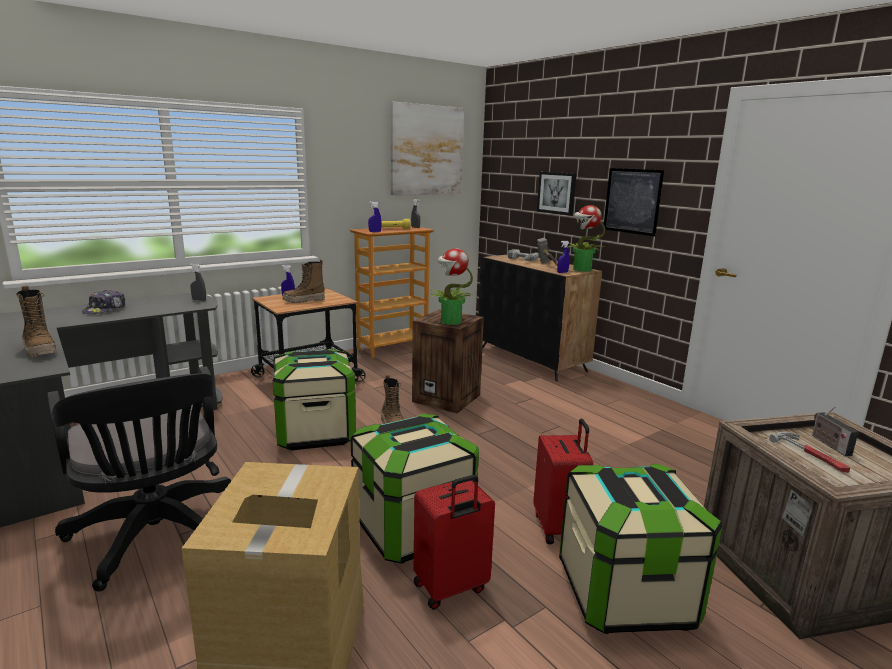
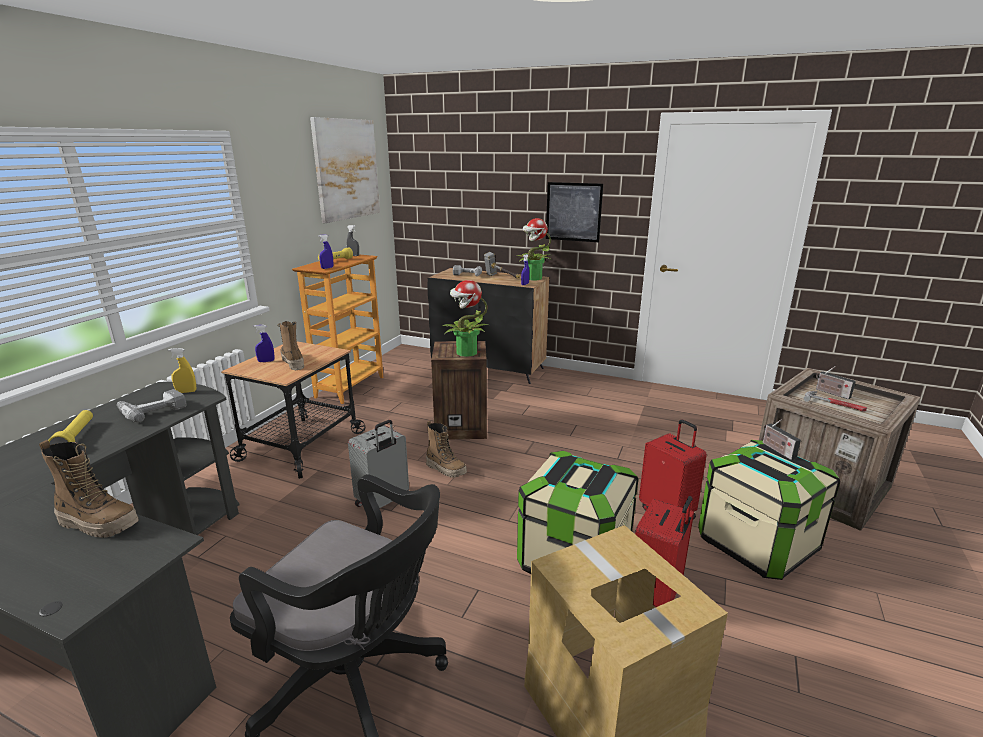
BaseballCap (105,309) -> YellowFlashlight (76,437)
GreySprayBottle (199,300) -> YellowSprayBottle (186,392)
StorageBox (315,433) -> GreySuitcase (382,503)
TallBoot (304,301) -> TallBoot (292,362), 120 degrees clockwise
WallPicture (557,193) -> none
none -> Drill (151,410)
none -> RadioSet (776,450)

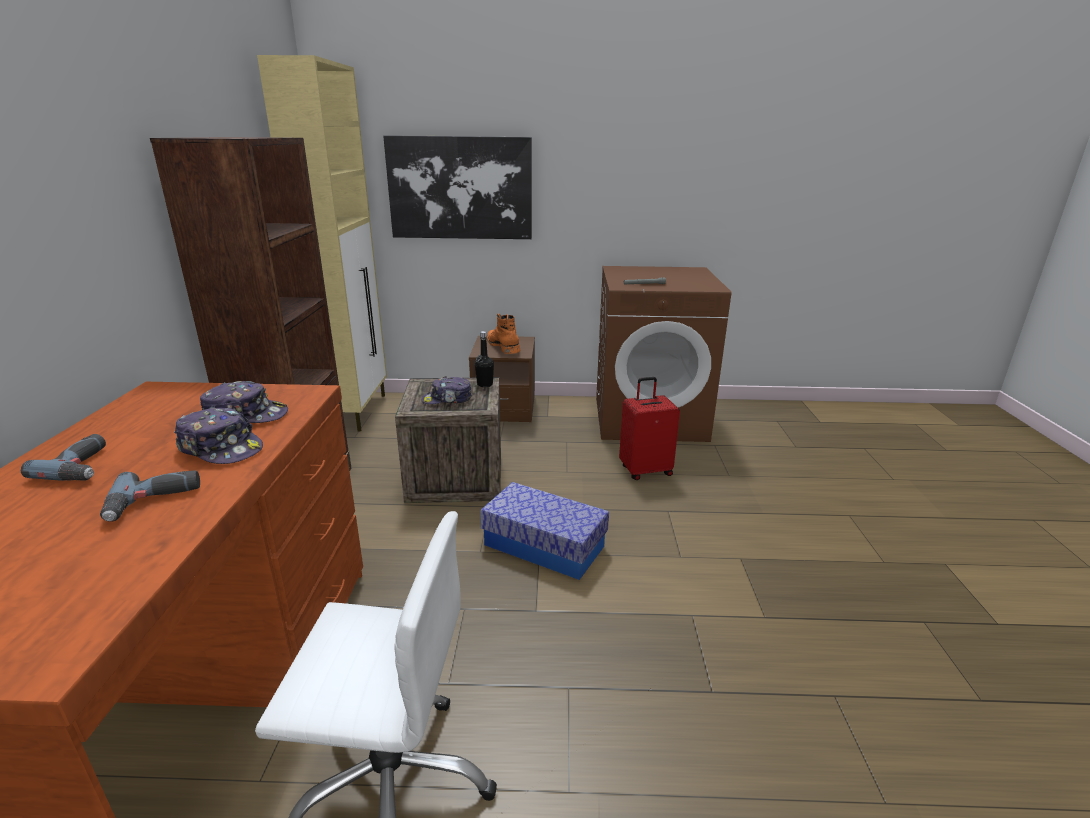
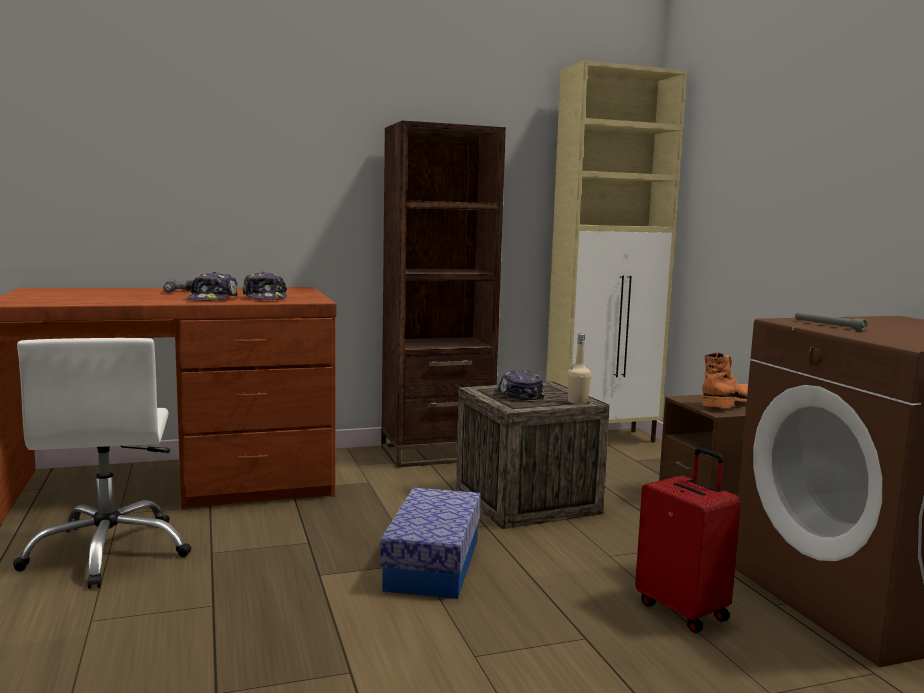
Drill (154,501) -> none
WallPicture (460,188) -> none
BlackishBeverageBottle (485,384) -> SandColouredBeverageBottle (577,402)

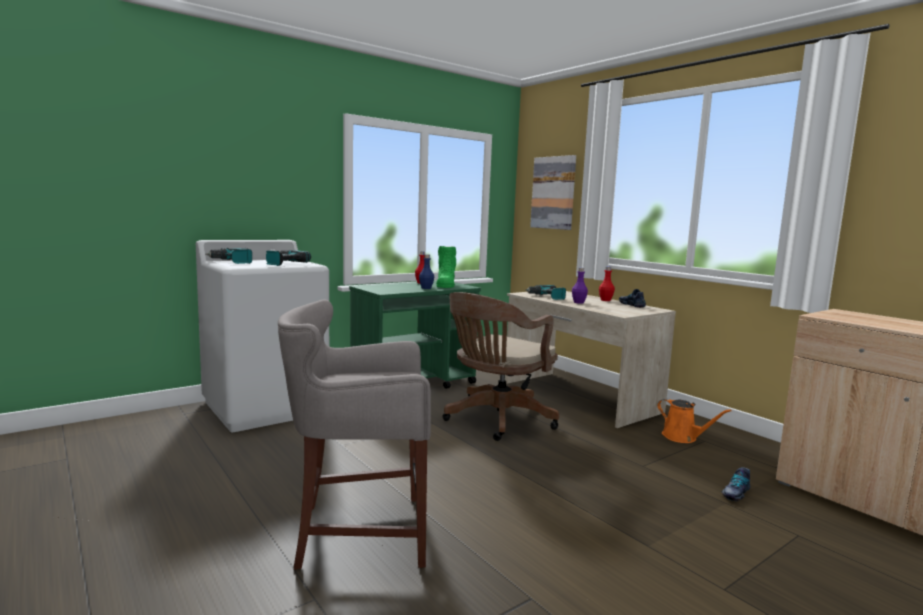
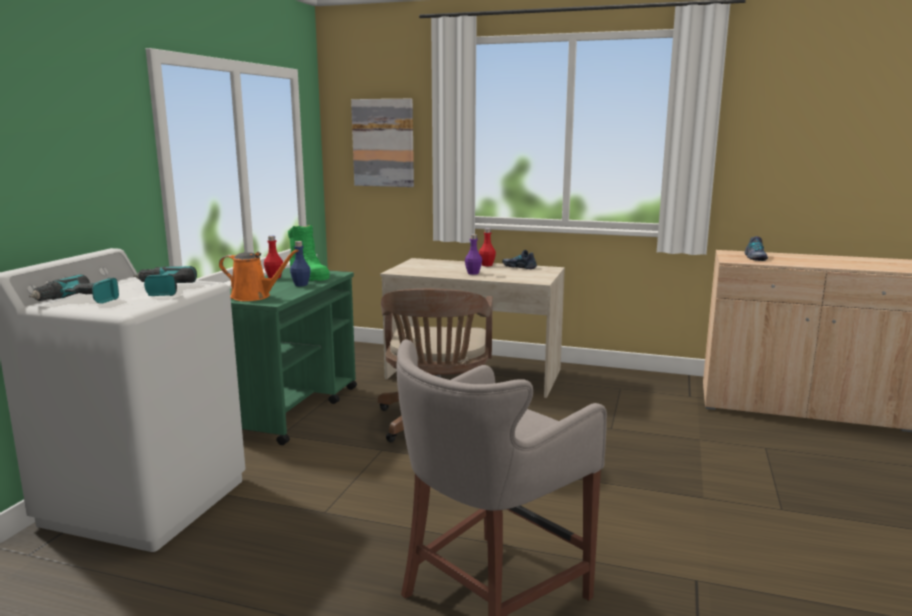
Drill (546,297) -> none
OrangeWateringPot (682,437) -> OrangeWateringPot (254,296), move
ItemOfFootwear (735,492) -> ItemOfFootwear (755,257), move

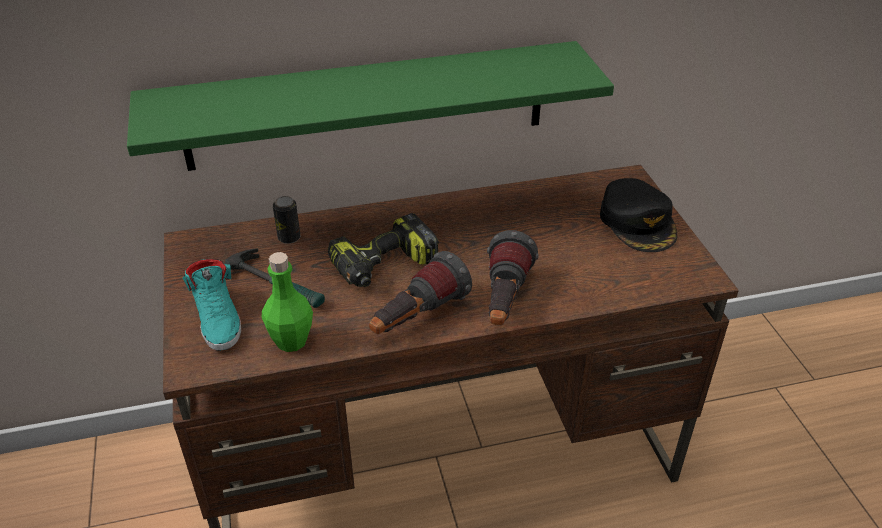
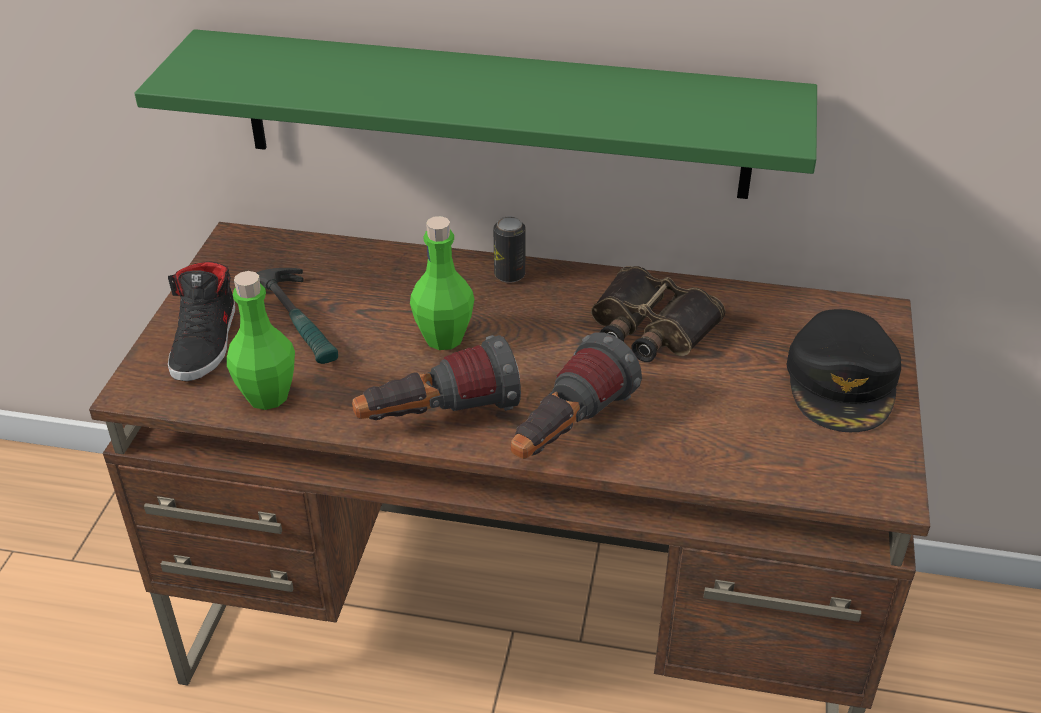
BlueGreenItemOfFootwear (218,318) -> BlackishItemOfFootwear (206,341)
SealedCan (289,237) -> SealedCan (509,275), move
Drill (384,266) -> GreenishBeverageBottle (444,338)
none -> FieldGlasses (649,328)

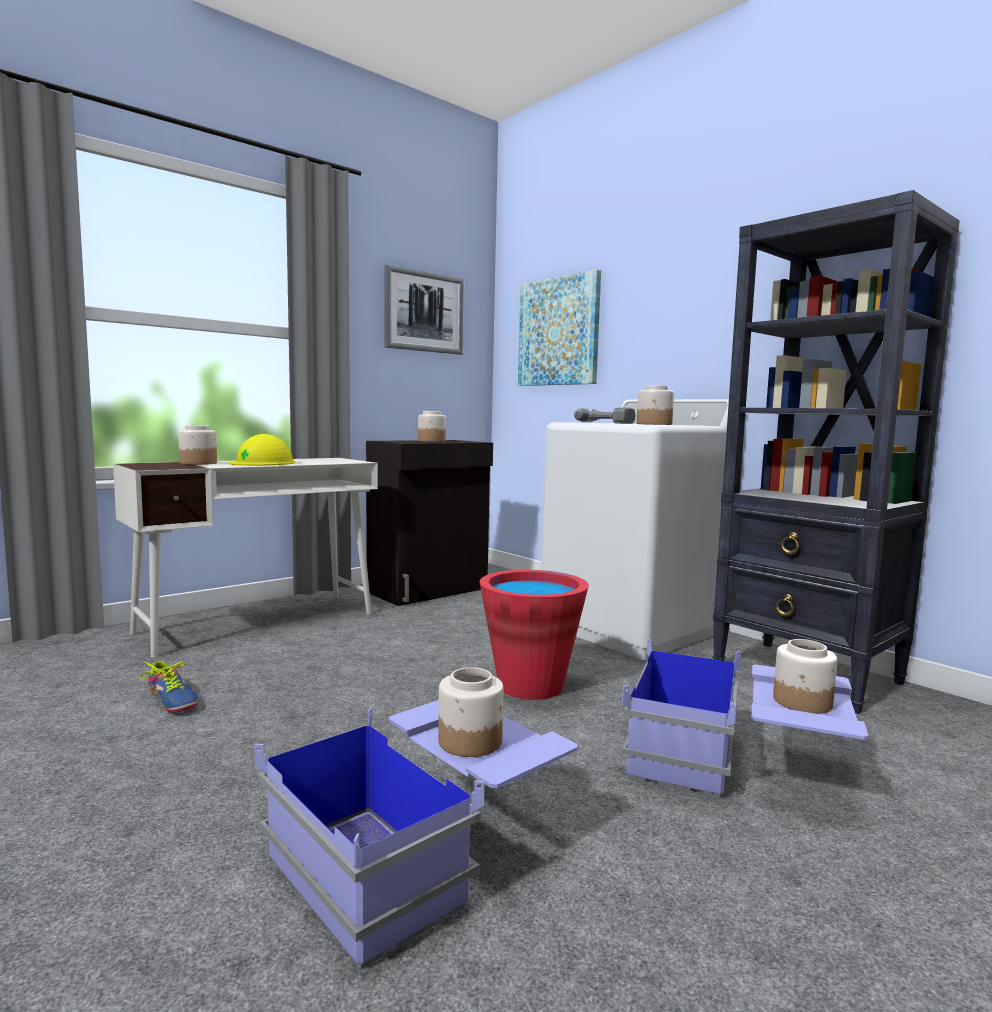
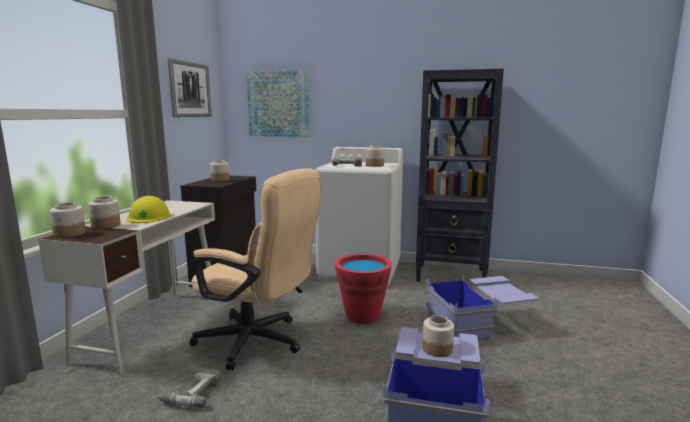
ItemOfFootwear (173,700) -> Drill (191,393)
PreserveJar (802,702) -> PreserveJar (69,234), move
none -> SandColouredComputerChair (258,342)

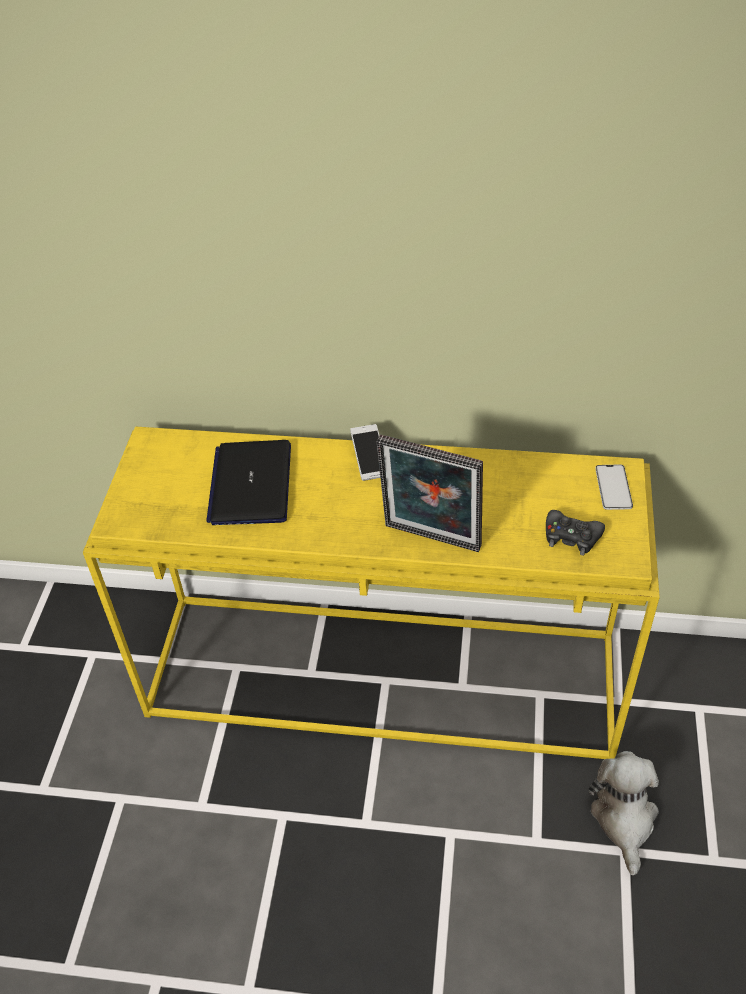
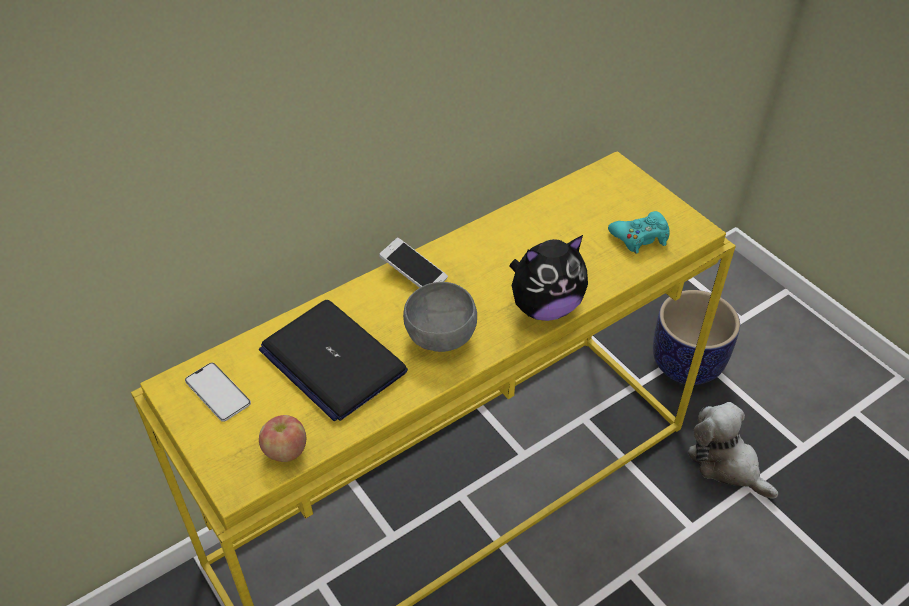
PhotoFrame (430,540) -> PlushToy (545,307)
BlackishGameController (571,537) -> BlueGreenGameController (640,237)
Handset (613,487) -> Handset (217,392), move
none -> Apple (285,450)
none -> GreyDeepDish (440,337)
none -> PlantPot (687,363)

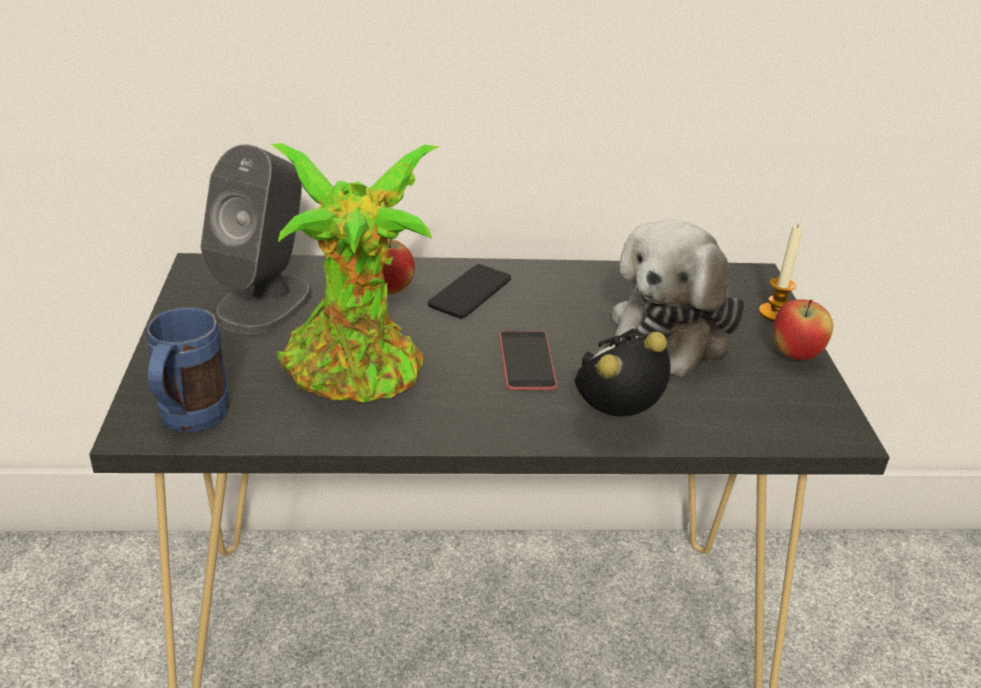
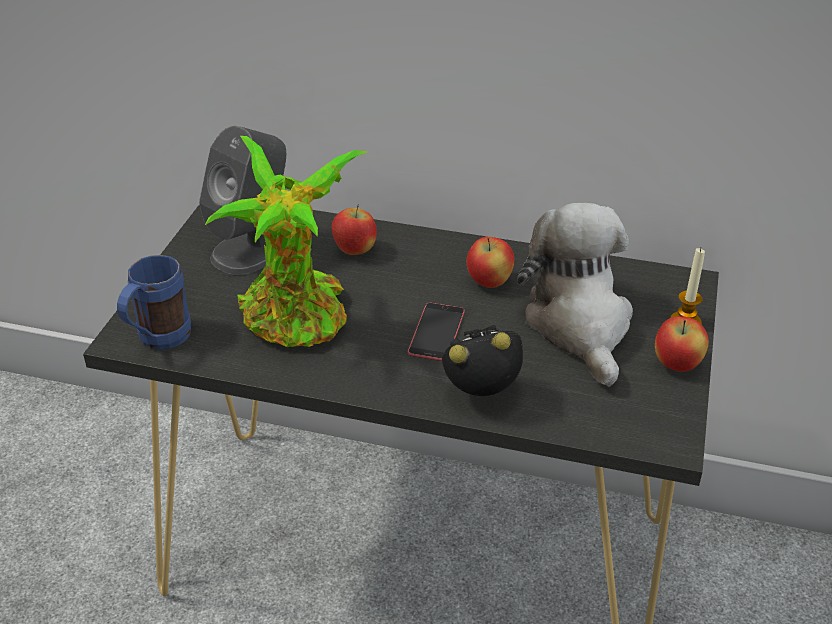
Handset (470,292) -> none
PlushToy (674,331) -> PlushToy (579,325), 120 degrees clockwise
none -> Apple (489,282)

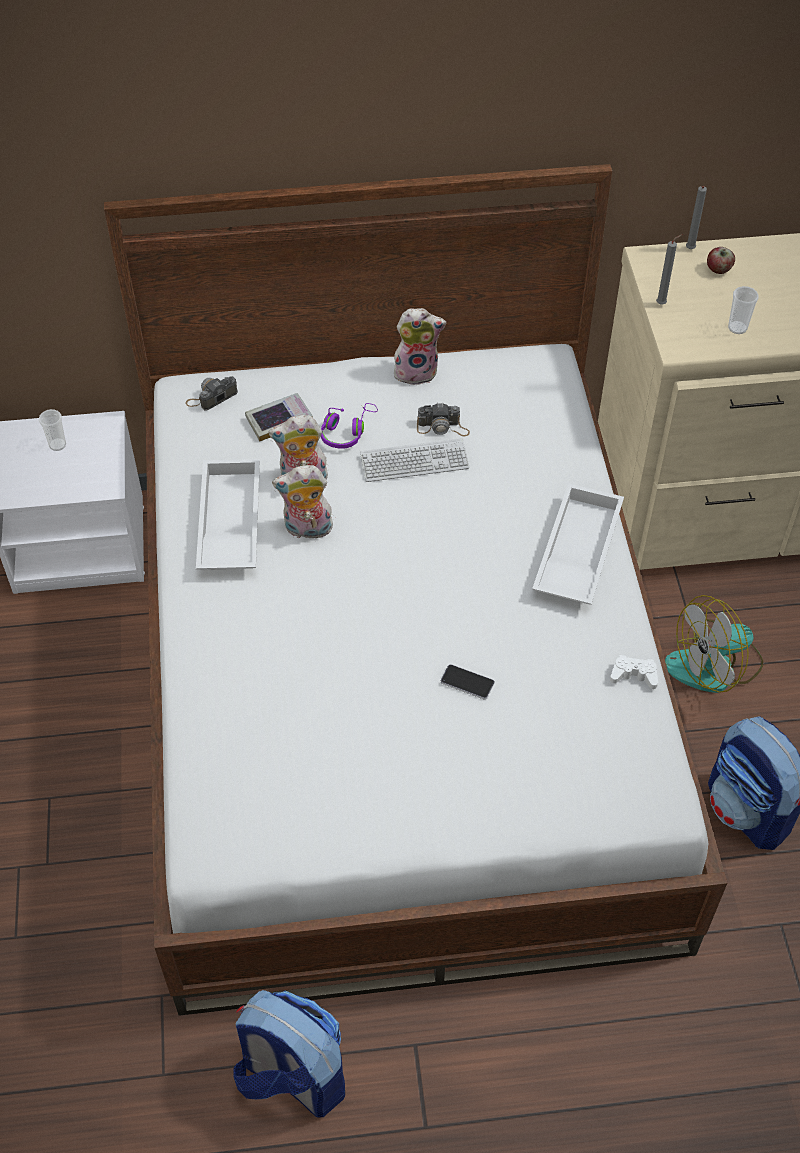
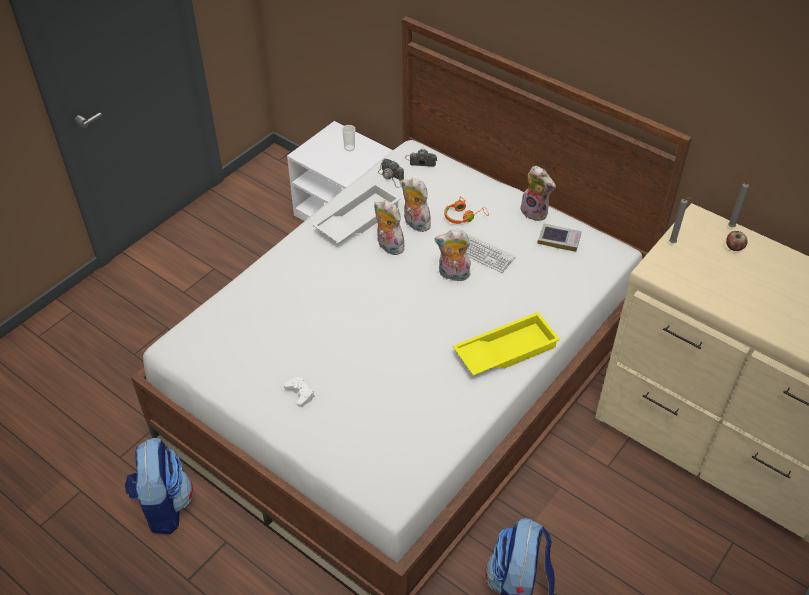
Volume (279,420) -> Volume (559,240), move
PurplePairOfHeadphones (346,431) -> OrangePairOfHeadphones (463,216)
StillCamera (443,427) -> StillCamera (391,177), move
Handset (467,682) -> none
WhiteCarryingTray (575,552) -> YellowCarryingTray (505,349)
WhiteGameController (633,675) -> WhiteGameController (300,393), move
CoolingFan (714,665) -> none
DrinkingCup (737,328) -> none
none -> PlushToy (453,275)

